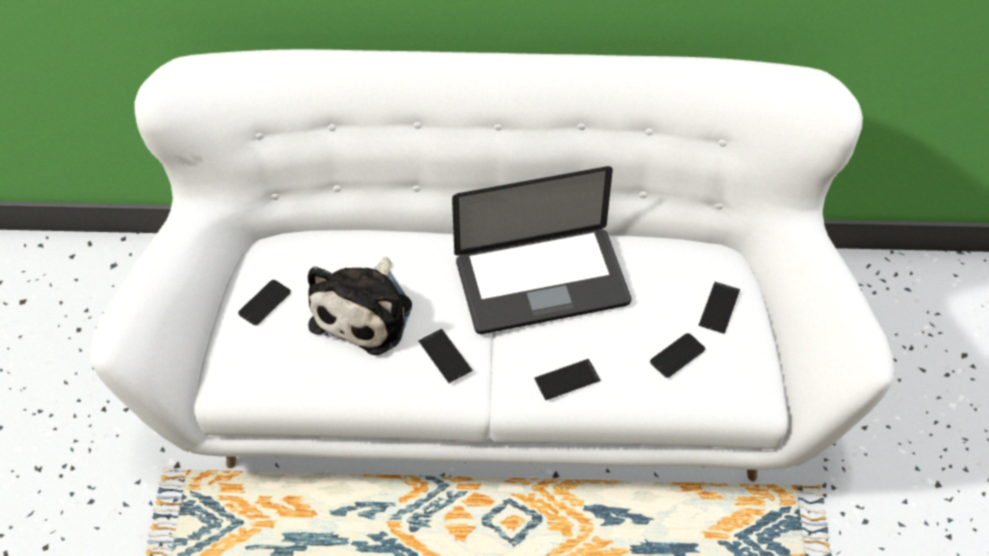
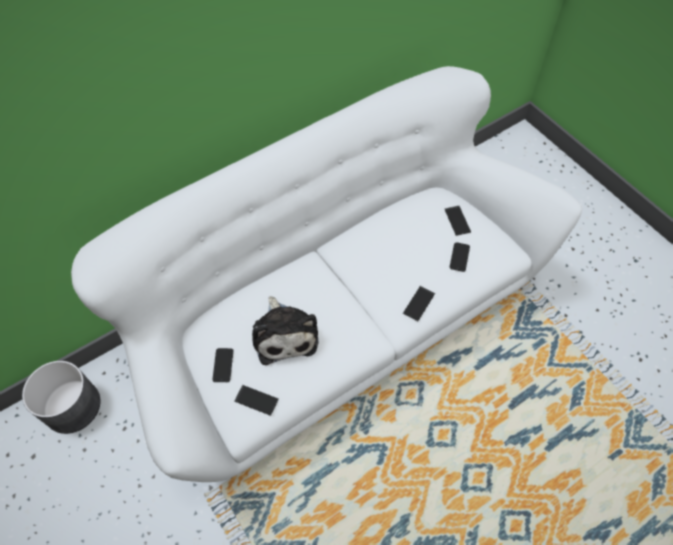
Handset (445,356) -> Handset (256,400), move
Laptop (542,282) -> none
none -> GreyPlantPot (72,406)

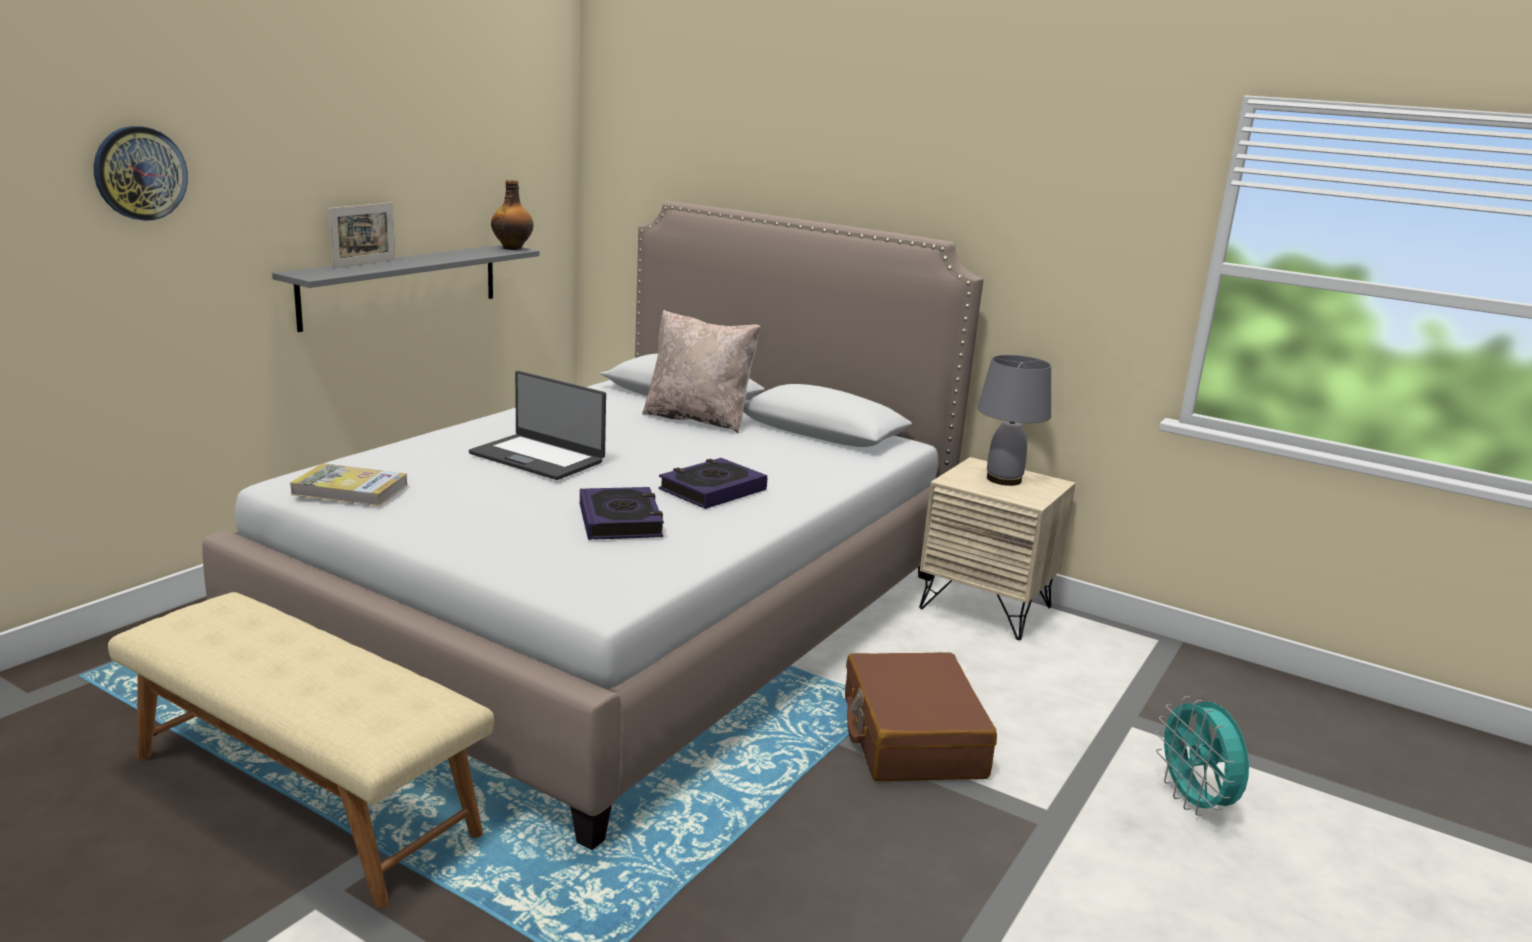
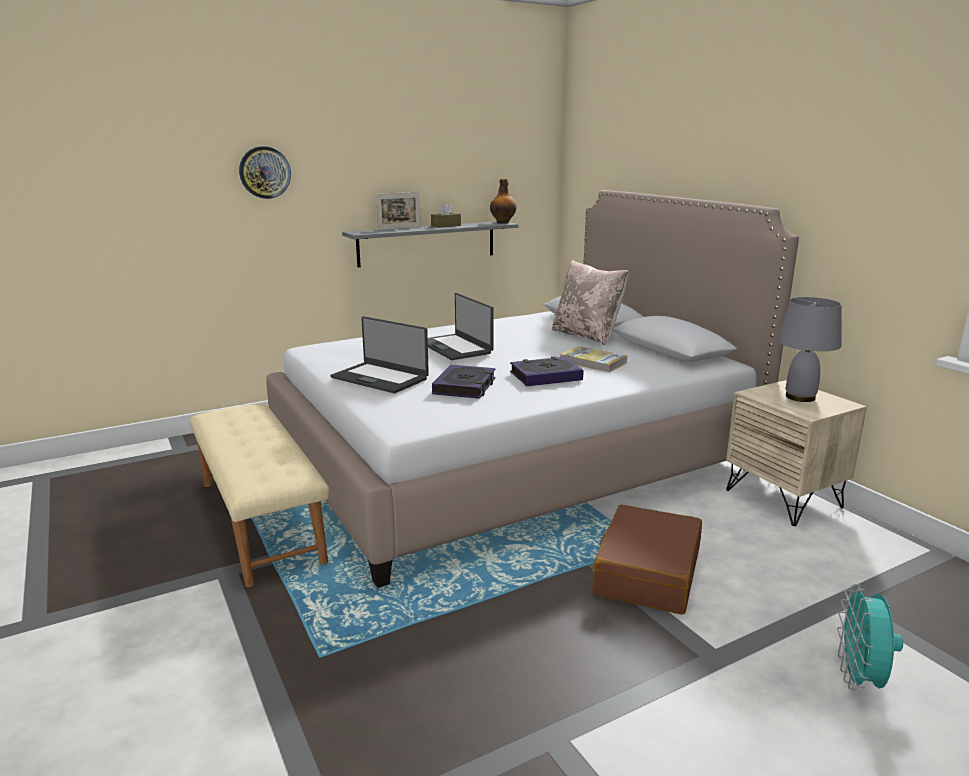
Volume (350,490) -> Volume (593,362), move
none -> Laptop (380,378)
none -> BrownTissueHolder (446,226)

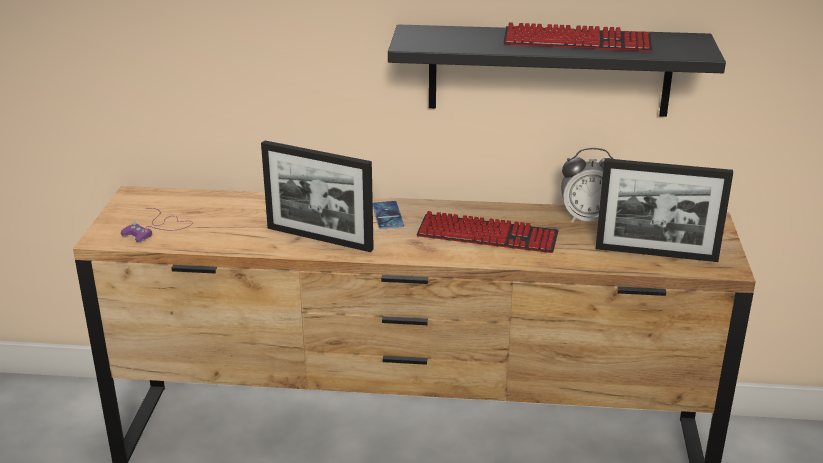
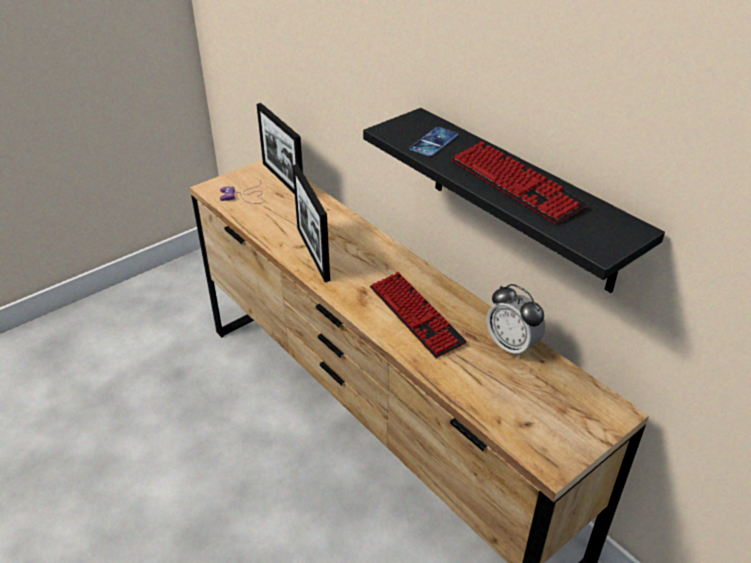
Handset (387,215) -> Handset (434,142), move
PhotoFrame (656,253) -> PhotoFrame (283,180), move

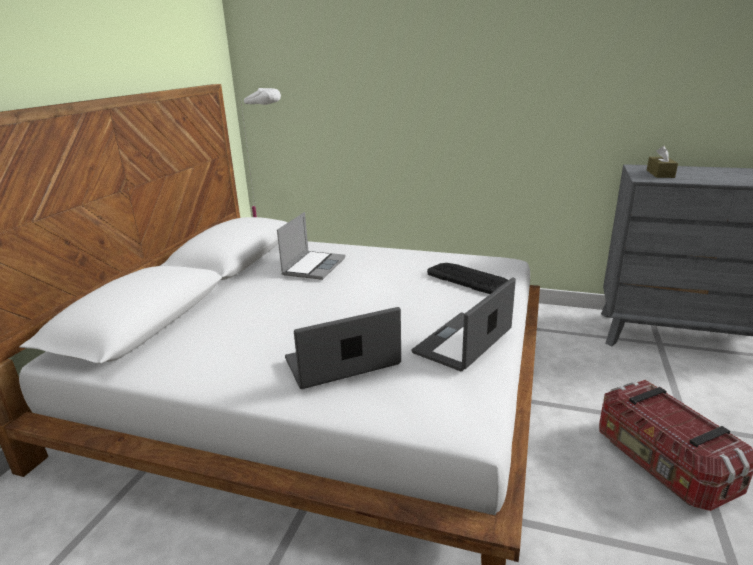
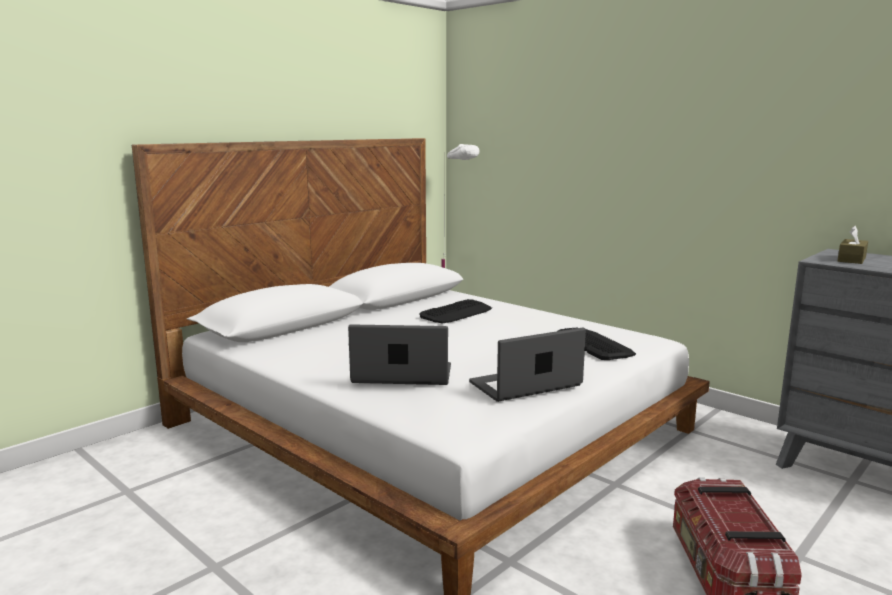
Laptop (313,266) -> Keyboard (456,313)

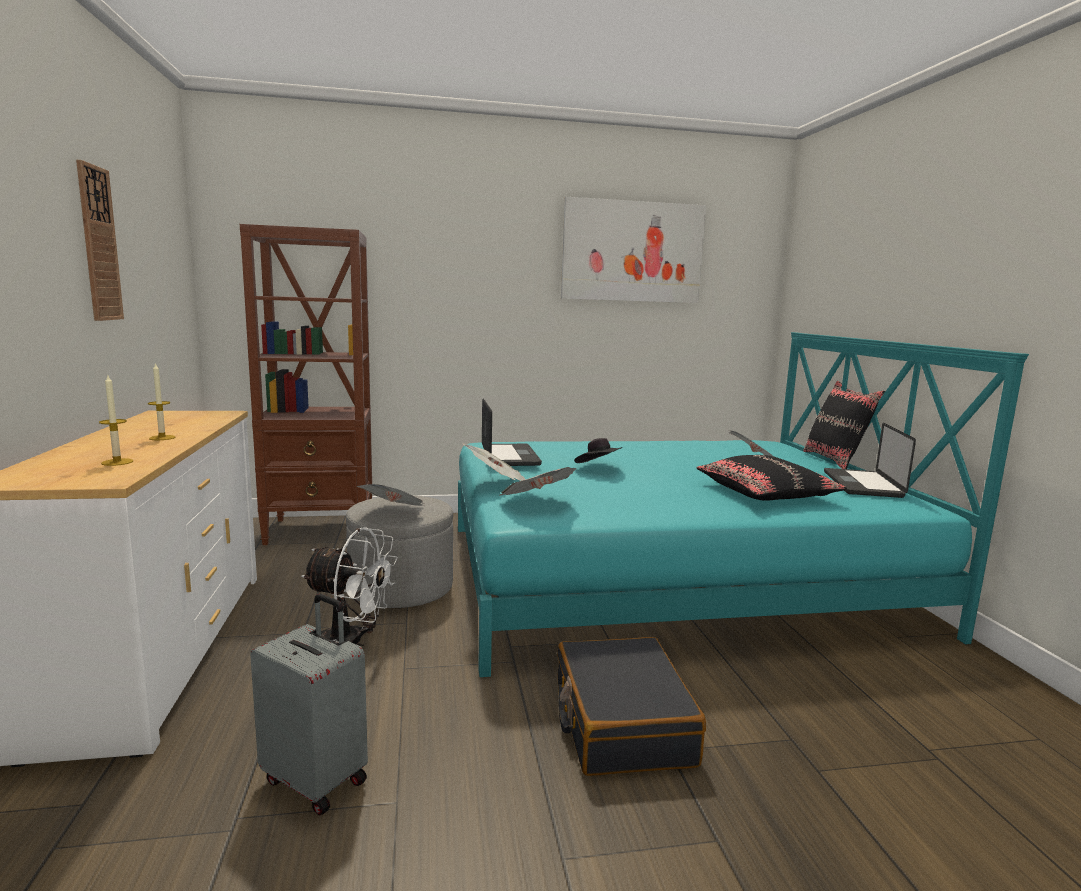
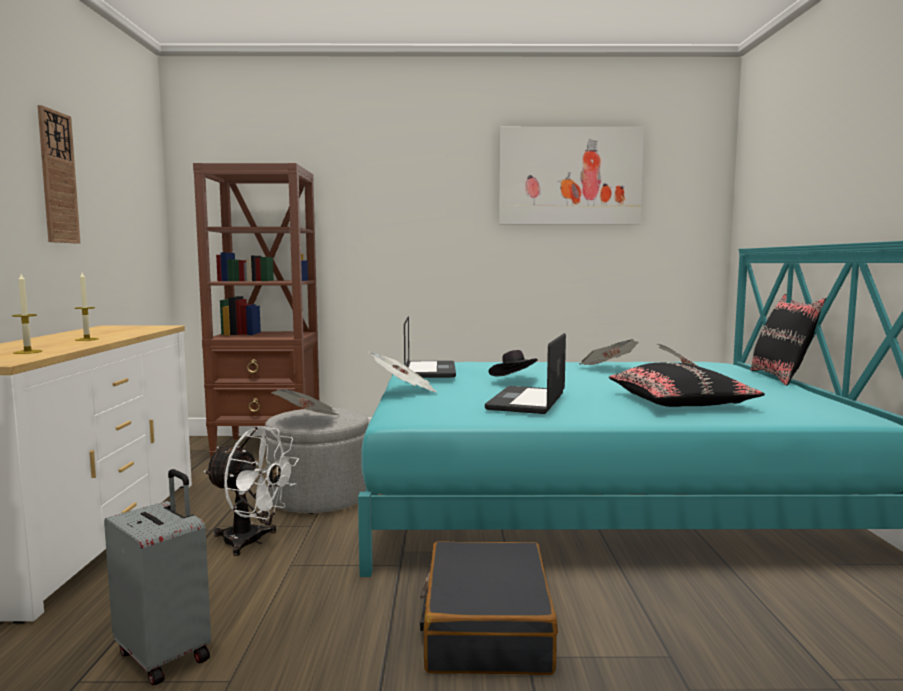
PrintedPaper (536,502) -> PrintedPaper (607,368), move
Laptop (862,484) -> Laptop (526,401), move

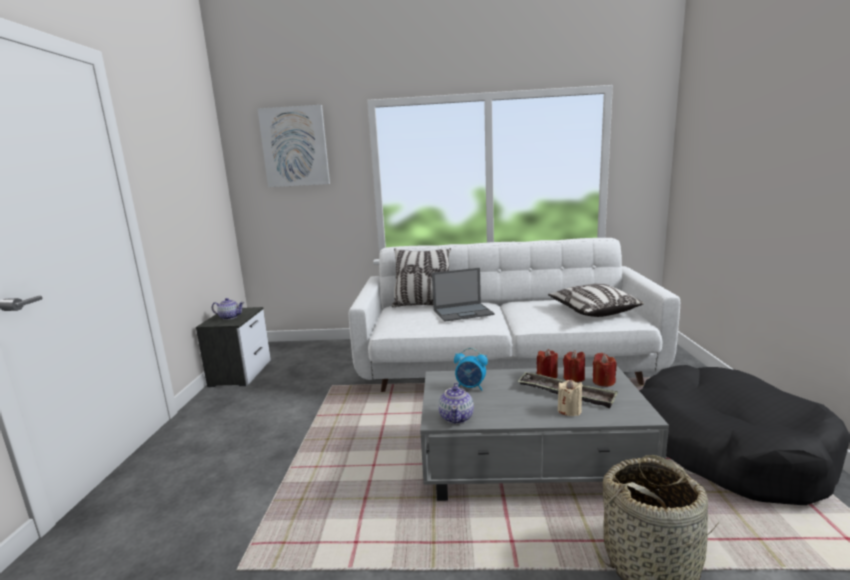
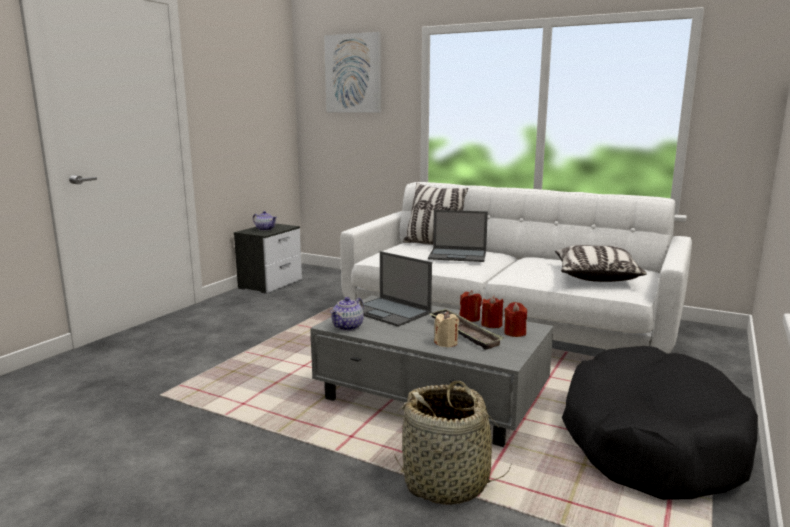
TableClock (470,387) -> Laptop (390,312)

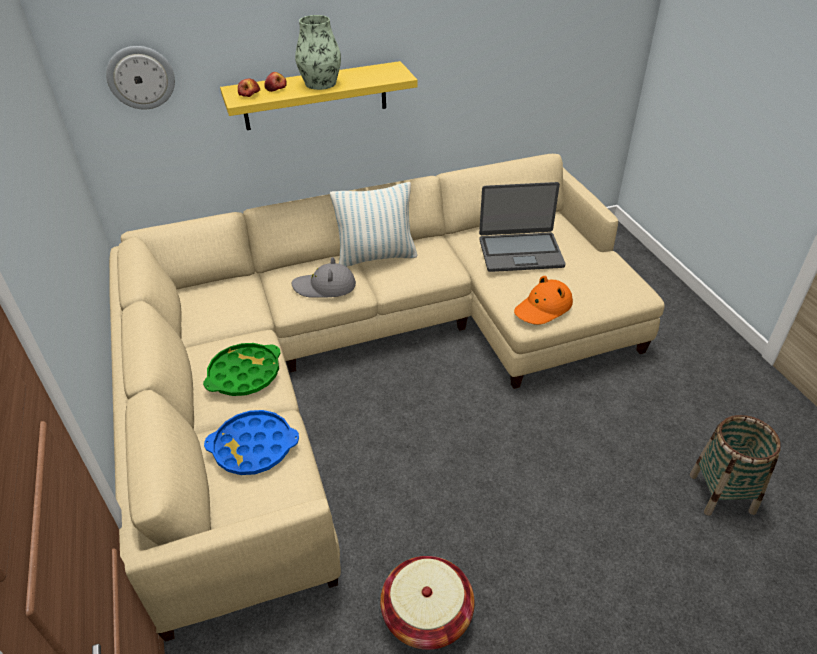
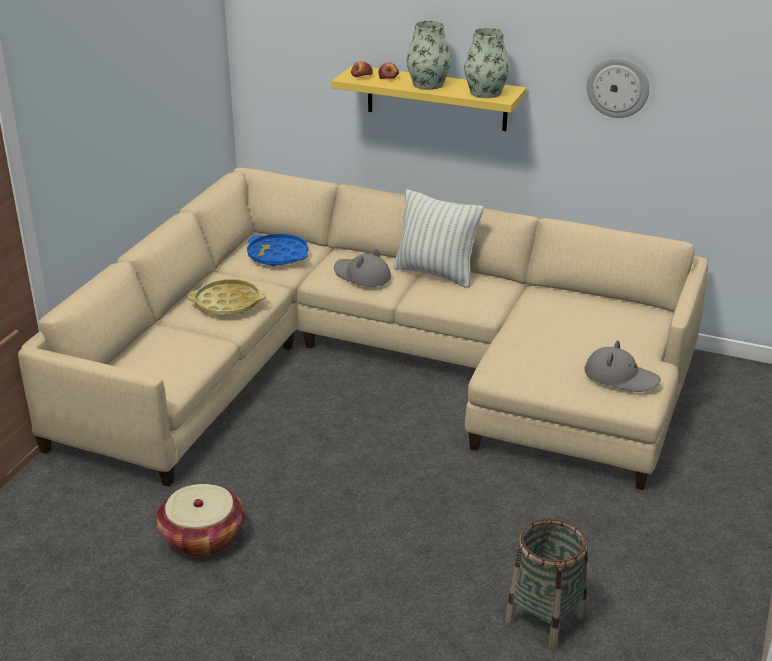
ClockOnTheWall (141,77) -> ClockOnTheWall (618,87), move
GreenishCarryingTray (244,374) -> YellowCarryingTray (227,303)
BluishCarryingTray (253,447) -> BluishCarryingTray (277,255), move
Laptop (520,252) -> none
OrangeHat (543,308) -> none
none -> DecorativeVase (485,92)
none -> GreyHat (620,377)

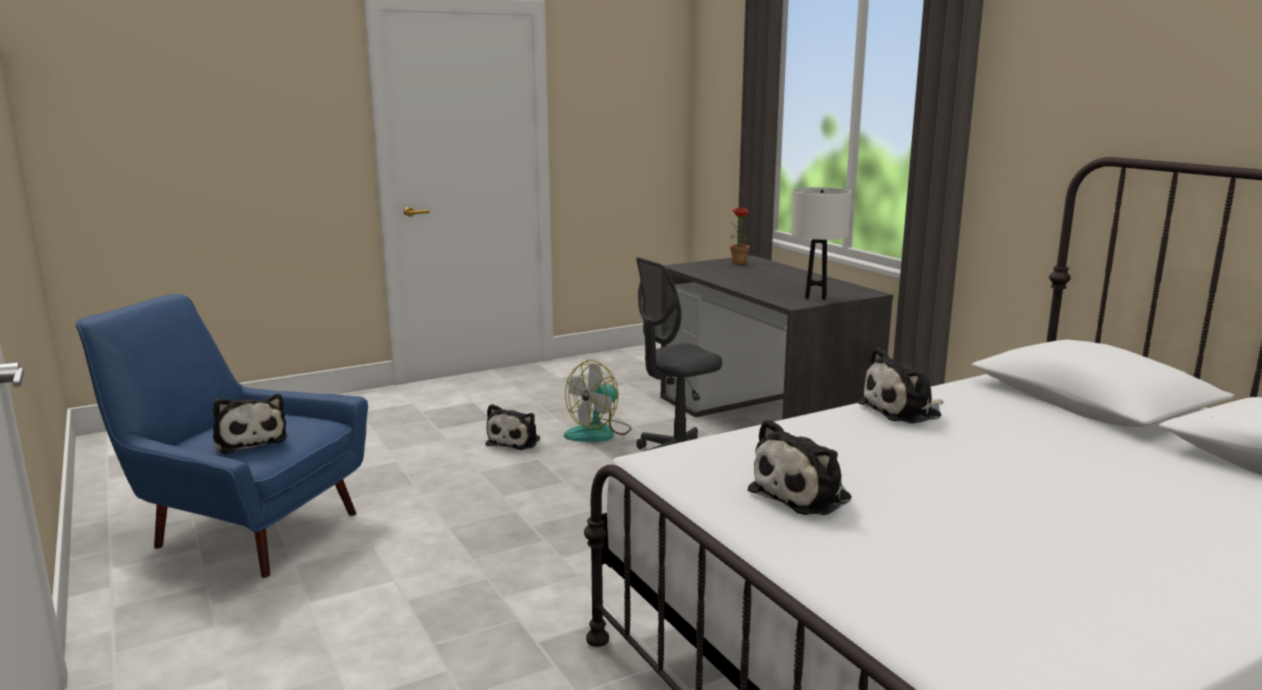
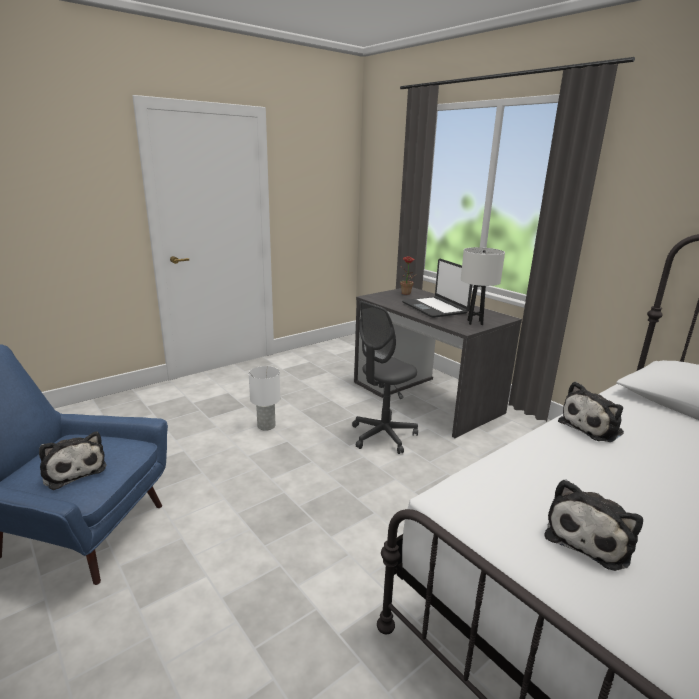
PlushToy (515,441) -> WhiteTableLamp (266,425)
CoolingFan (599,433) -> none
none -> Laptop (435,308)

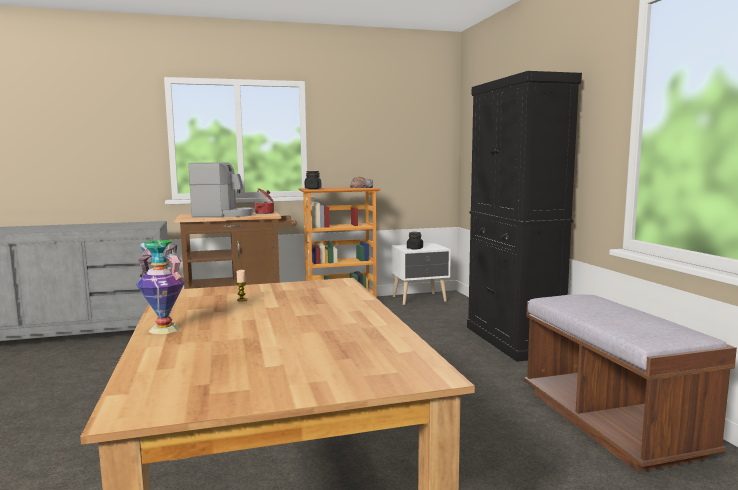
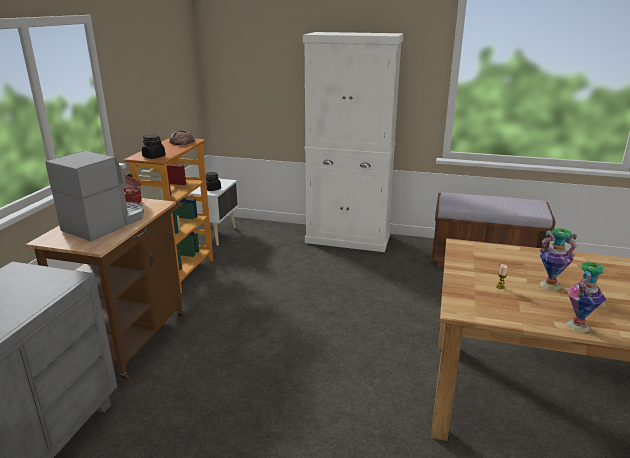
BlackishCabinet (512,340) -> WhiteCabinet (348,239)
none -> DecorativeVase (550,285)

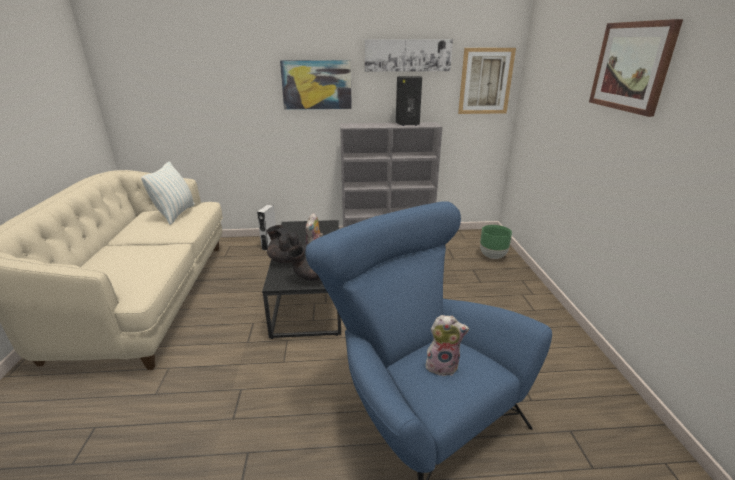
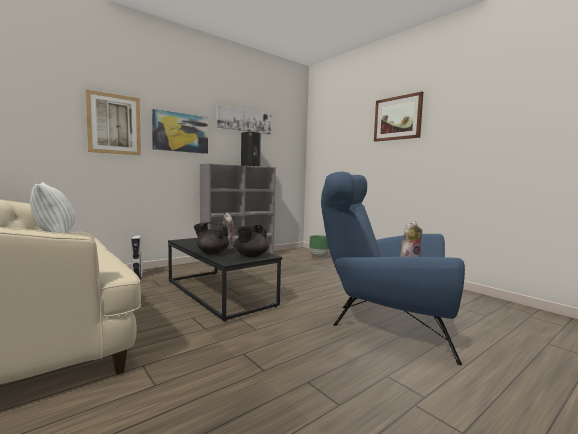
WallPicture (485,81) -> WallPicture (114,124), move

